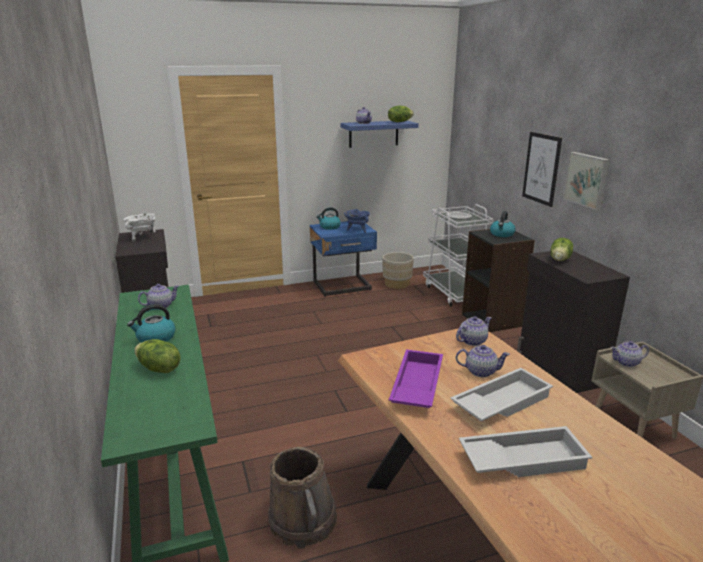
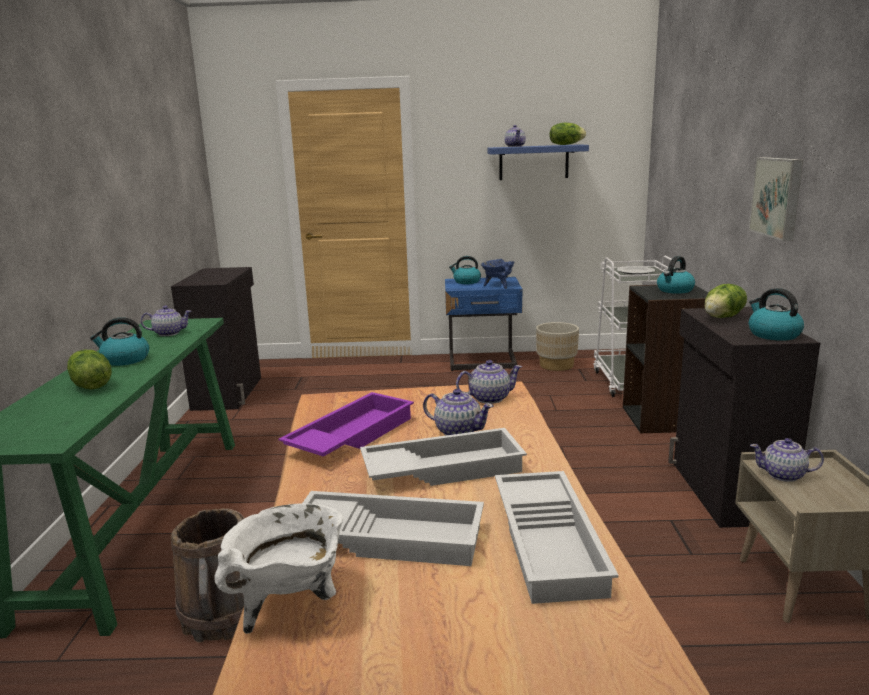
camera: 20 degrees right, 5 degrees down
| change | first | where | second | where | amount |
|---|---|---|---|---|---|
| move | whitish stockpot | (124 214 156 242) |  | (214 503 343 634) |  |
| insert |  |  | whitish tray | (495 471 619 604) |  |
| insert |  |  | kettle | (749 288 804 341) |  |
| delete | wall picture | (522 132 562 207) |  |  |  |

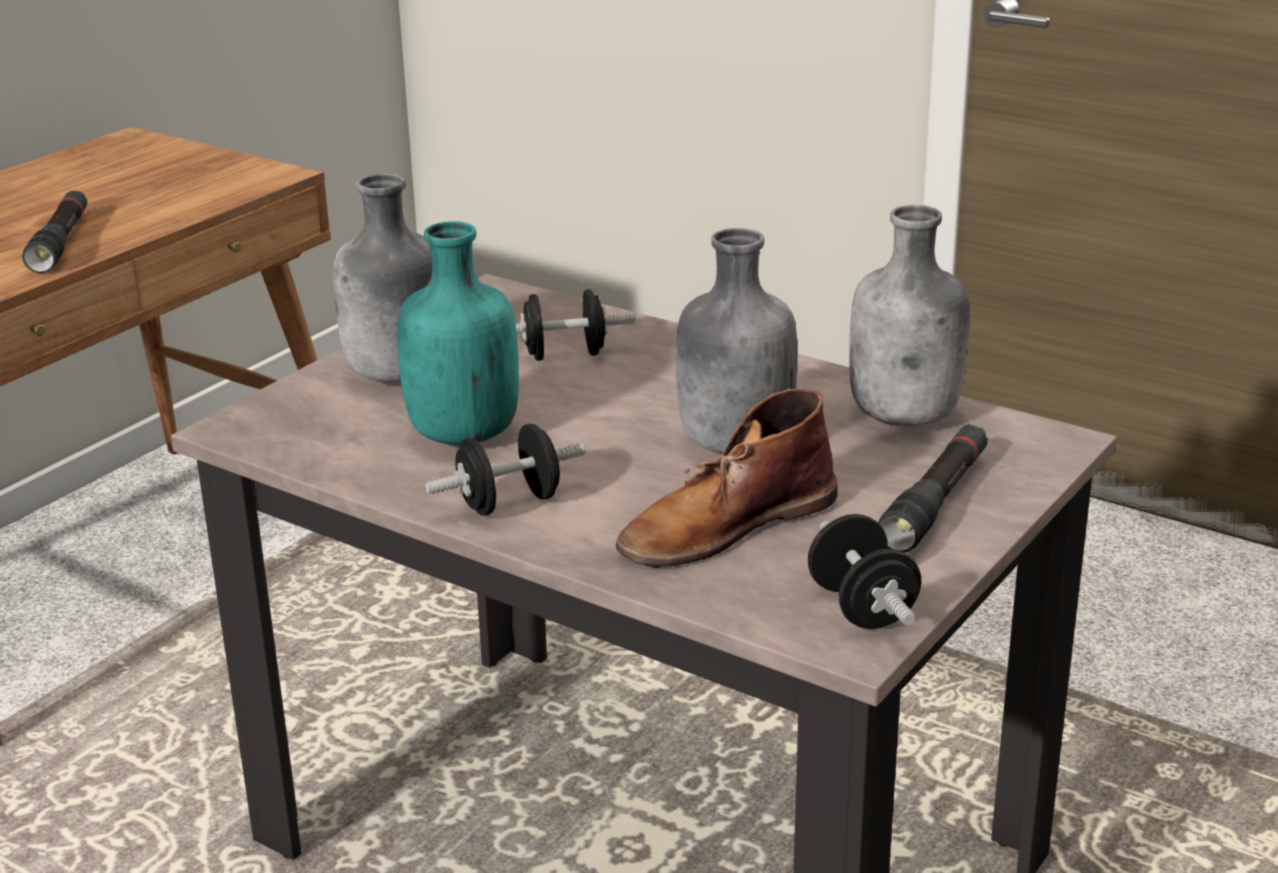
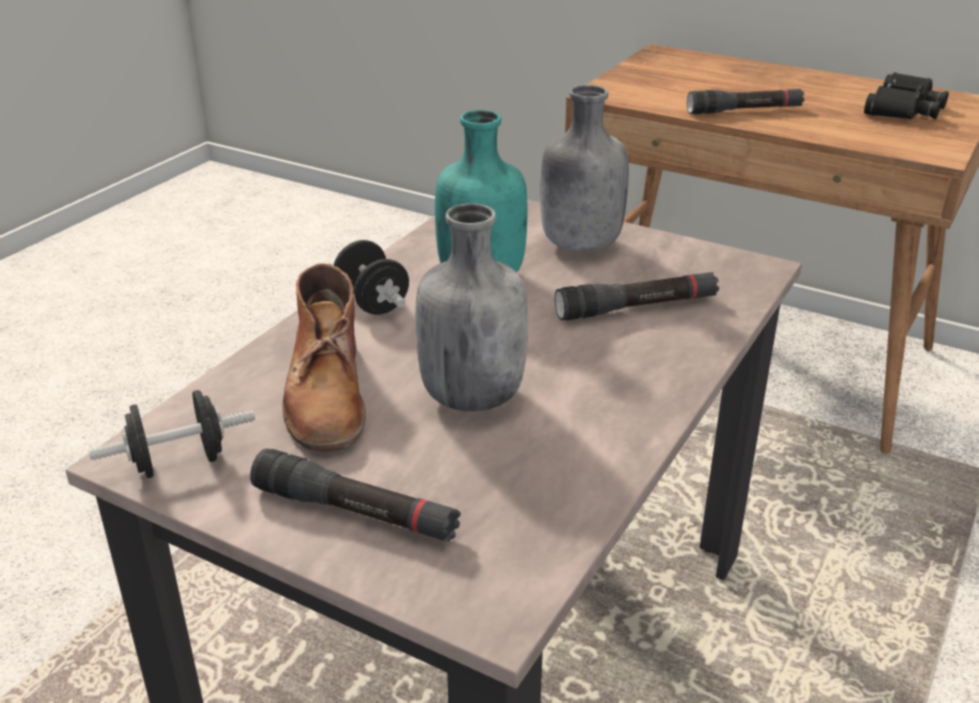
camera: 85 degrees right, 5 degrees up
| change | first | where | second | where | amount |
|---|---|---|---|---|---|
| rotate | brown-coloured high-top boot | (616 388 838 568) |  | (282 263 365 451) | 150 degrees counterclockwise |
| replace | black free weight | (516 289 635 361) | black torch | (555 272 719 320) |  |
| insert |  |  | black field glasses | (864 72 949 119) |  |
| delete | grey drink bottle | (849 205 970 427) |  |  |  |

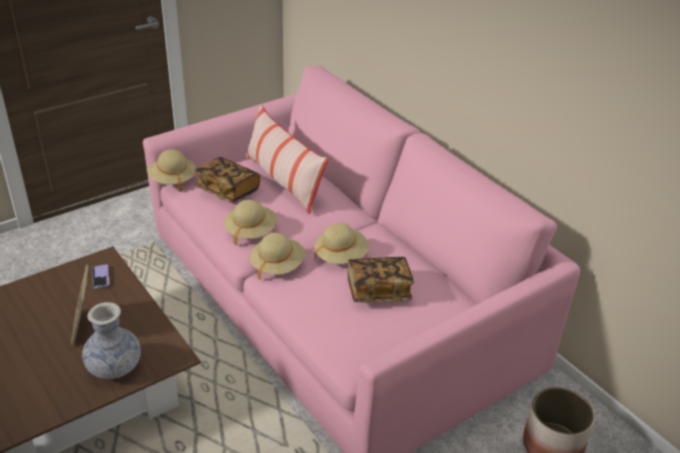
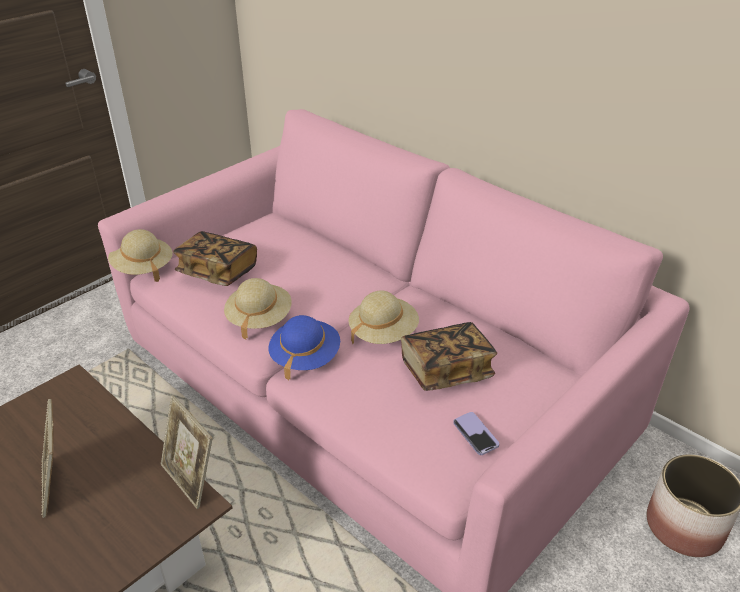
camera: 10 degrees left, 0 degrees up
| change | first | where | second | where | amount |
|---|---|---|---|---|---|
| insert |  |  | photo frame | (161 395 212 509) |  |
| recolor | sand-coloured hat | (249 233 305 280) | bluish hat | (269 315 340 380) |  |
| move | telephone | (92 264 110 289) |  | (453 412 499 455) |  |
| delete | vase | (82 302 141 379) |  |  |  |
| delete | pillow | (245 105 328 214) |  |  |  |

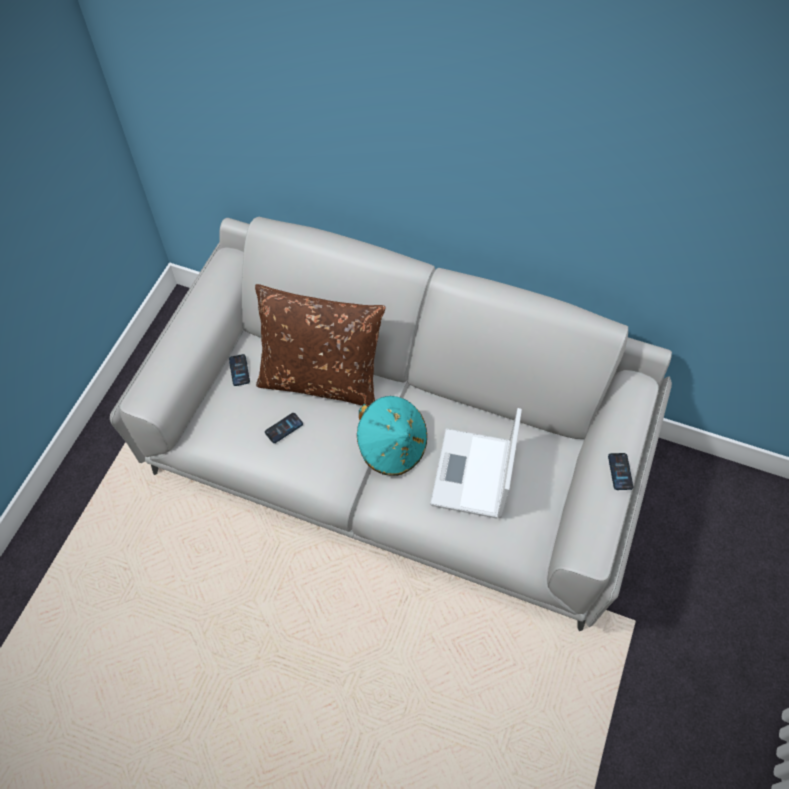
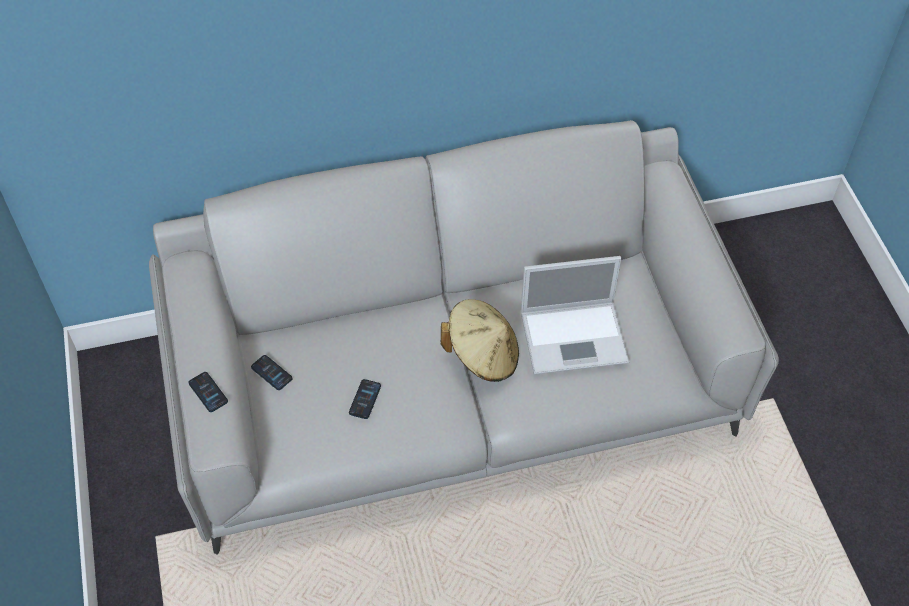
camera: 35 degrees left, 5 degrees down
| change | first | where | second | where | amount |
|---|---|---|---|---|---|
| move | telephone | (608 453 633 490) |  | (188 372 228 412) |  |
| recolor | blue-green hat | (357 396 427 476) | sand-coloured hat | (441 299 519 382) |  |
| rotate | notebook computer | (430 408 522 519) |  | (521 256 629 375) | 75 degrees counterclockwise |
| delete | brown-coloured pillow | (255 284 386 406) |  |  |  |

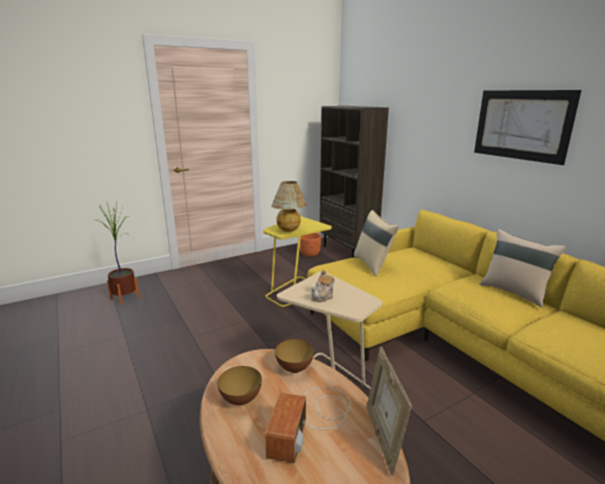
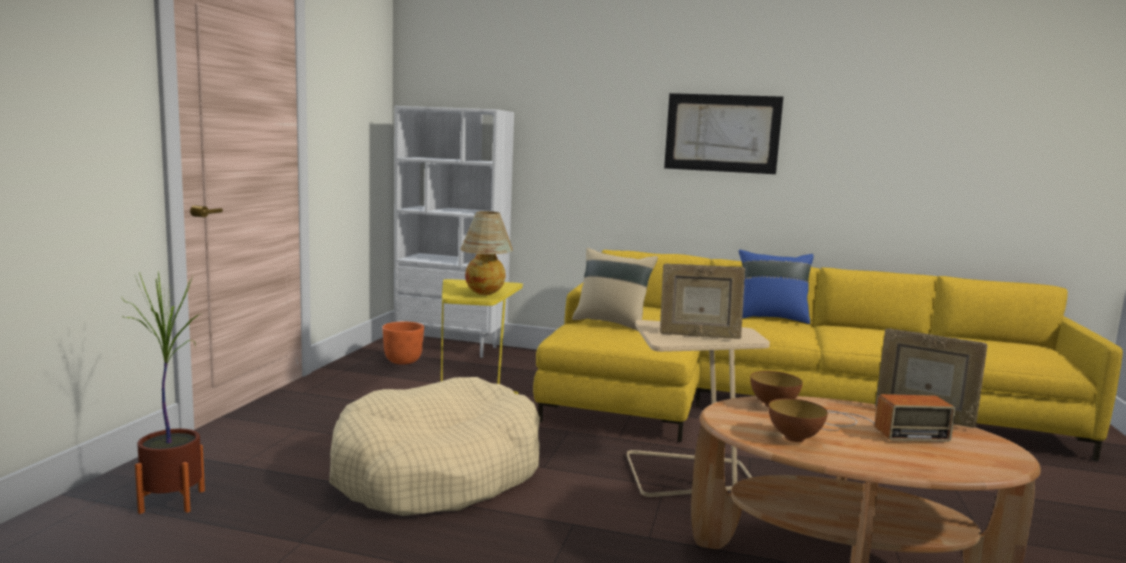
camera: 45 degrees left, 10 degrees down
| change | first | where | second | where | amount |
|---|---|---|---|---|---|
| insert |  |  | sand-coloured dog cushion | (329 377 540 516) |  |
| recolor | brown-coloured shelving unit | (320 106 389 258) | whitish shelving unit | (394 106 514 358) |  |
| replace | pot for tea | (311 270 335 302) | photo frame | (660 263 745 339) |  |
| recolor | sand-coloured pillow | (480 229 566 308) | bluish pillow | (739 250 814 324) |  |
| rotate | radio set | (265 387 351 463) |  | (821 394 956 442) | 60 degrees counterclockwise |

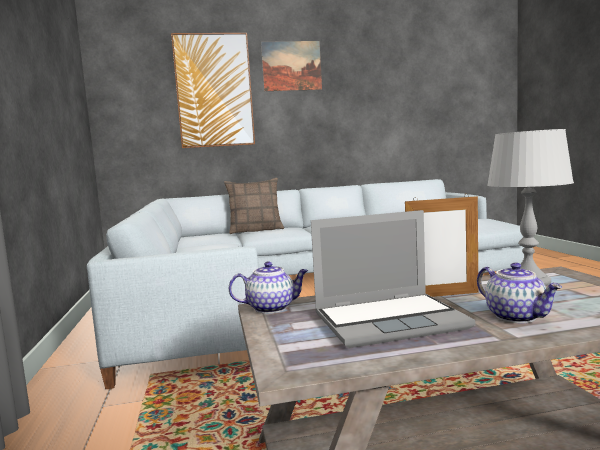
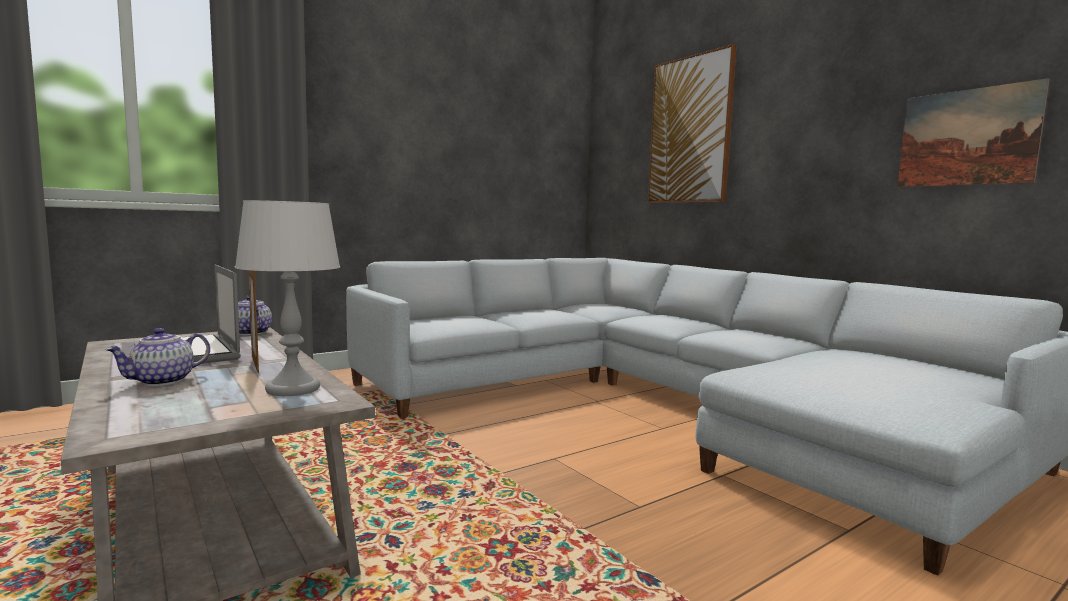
camera: 65 degrees right, 0 degrees up
| change | first | where | second | where | amount |
|---|---|---|---|---|---|
| move | wall picture | (261 41 322 91) |  | (897 78 1050 187) |  |
| delete | pillow | (224 178 284 234) |  |  |  |

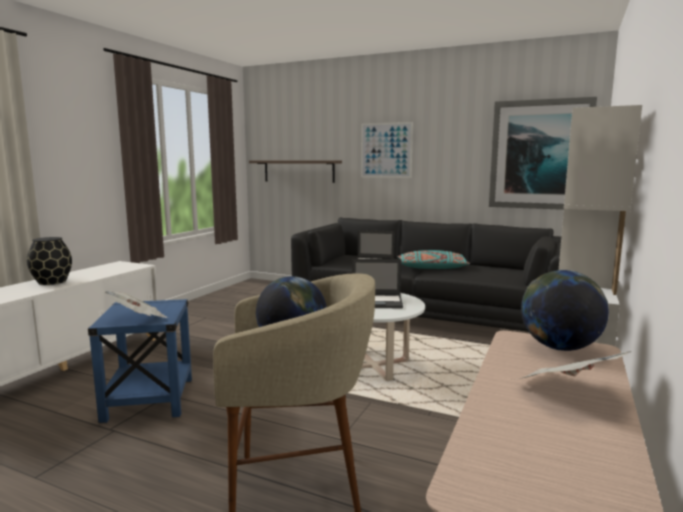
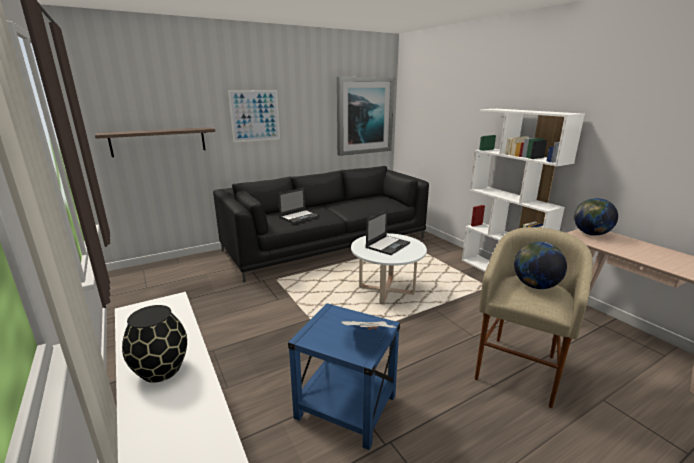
camera: 55 degrees left, 10 degrees up
| change | first | where | second | where | amount |
|---|---|---|---|---|---|
| delete | blue-green pillow | (397 250 470 269) |  |  |  |
| delete | newspaper | (519 351 632 379) |  |  |  |

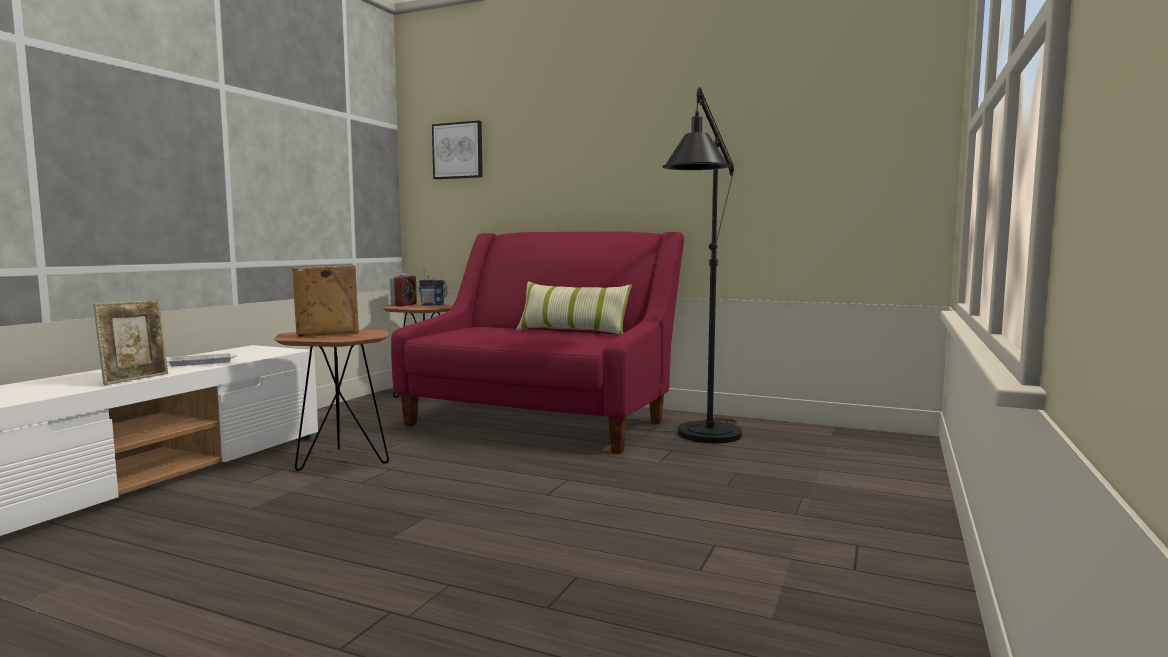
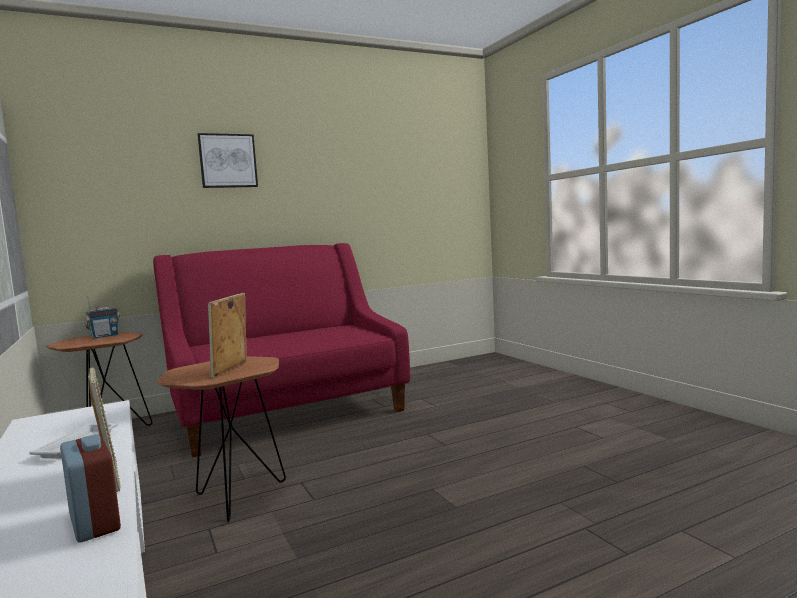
camera: 50 degrees left, 0 degrees up
| change | first | where | second | where | amount |
|---|---|---|---|---|---|
| move | table clock | (390 273 417 306) |  | (60 434 121 543) |  |
| move | wall picture | (432 121 483 179) |  | (197 133 258 188) |  |
| delete | pillow | (516 282 632 335) |  |  |  |
| delete | black standing lamp | (662 87 742 443) |  |  |  |

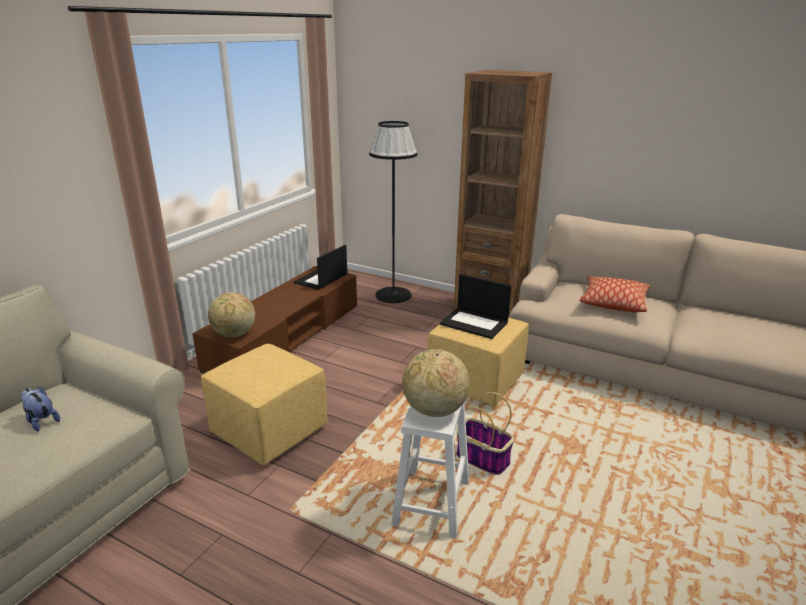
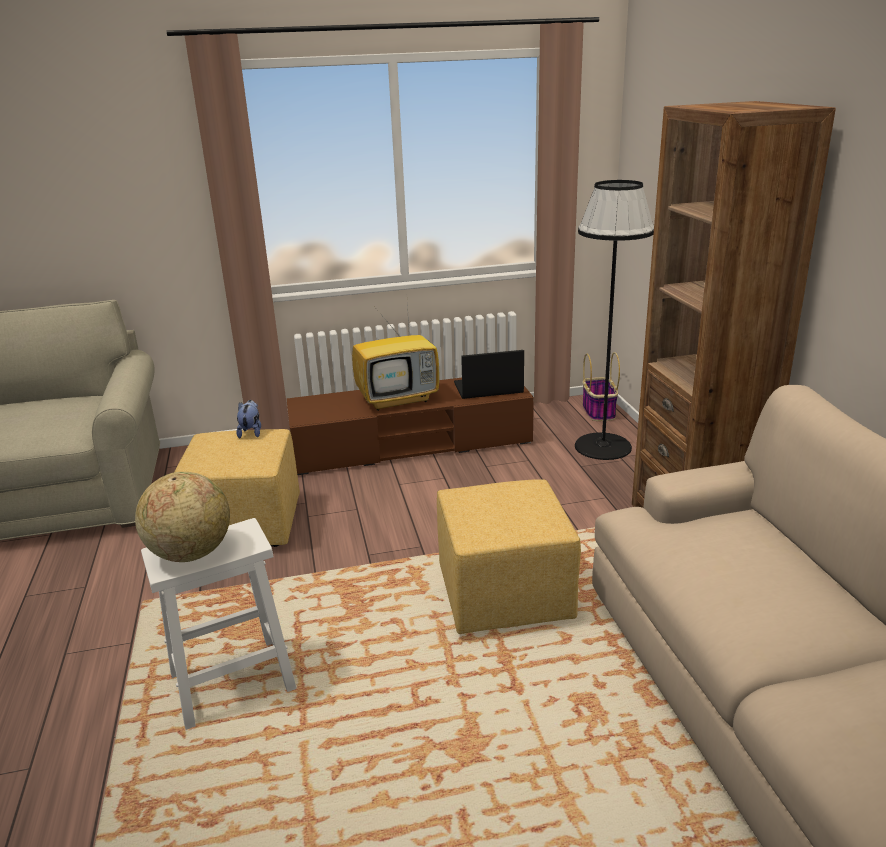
camera: 50 degrees right, 0 degrees up
| change | first | where | second | where | amount |
|---|---|---|---|---|---|
| move | soft toy | (20 386 60 431) |  | (236 400 261 438) |  |
| insert |  |  | TV set | (352 303 439 411) |  |
| move | household basket | (456 392 514 475) |  | (583 352 620 421) |  |
| delete | globe | (208 292 255 337) |  |  |  |
| delete | notebook computer | (440 274 511 339) |  |  |  |
| delete | pillow | (579 276 650 312) |  |  |  |

